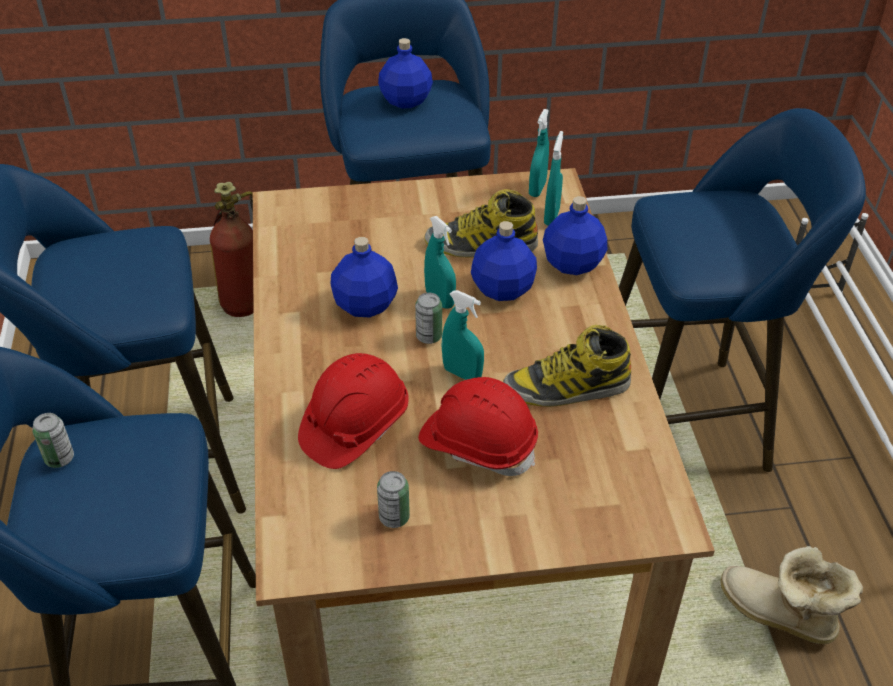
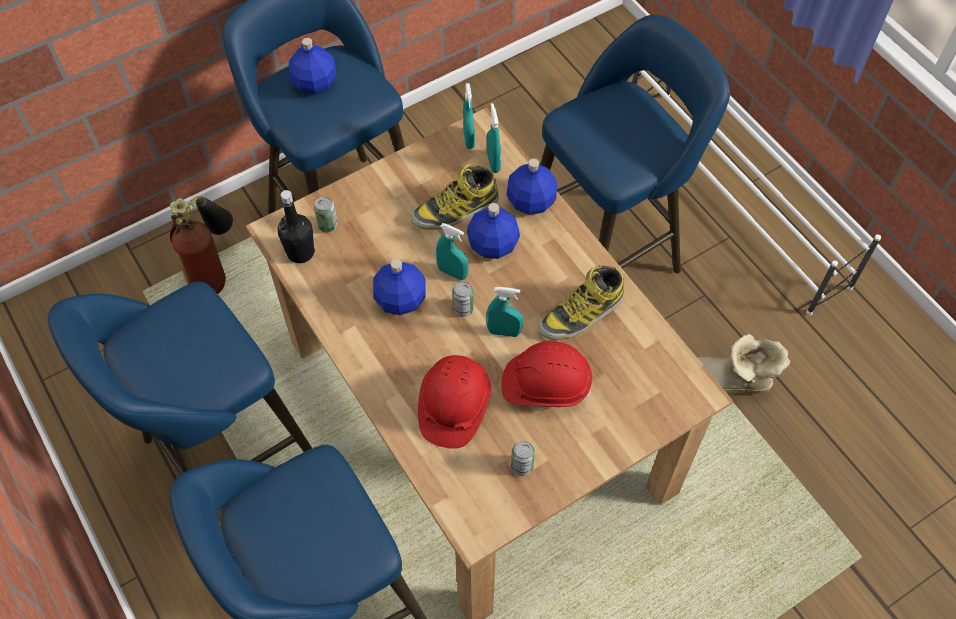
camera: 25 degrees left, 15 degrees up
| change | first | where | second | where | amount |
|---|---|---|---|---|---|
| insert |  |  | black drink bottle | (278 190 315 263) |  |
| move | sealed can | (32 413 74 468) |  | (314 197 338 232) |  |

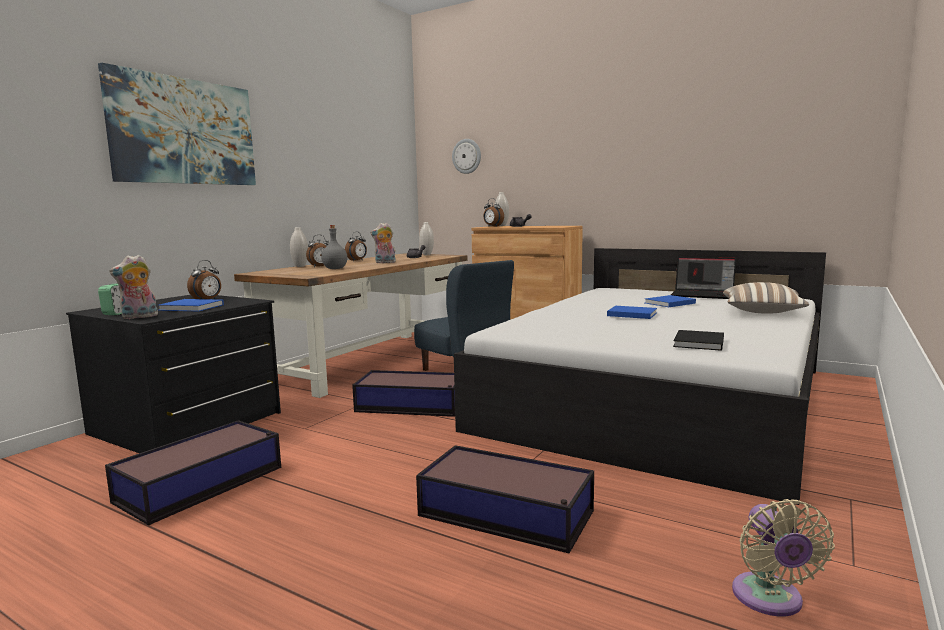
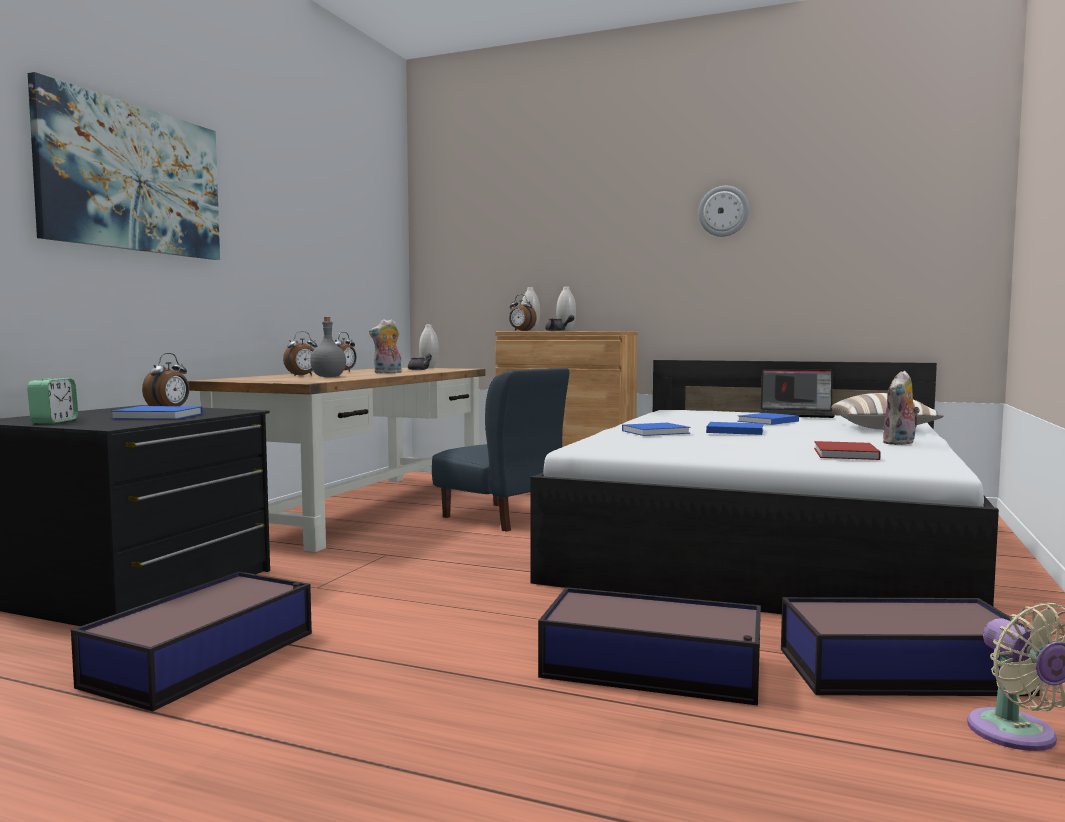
camera: 10 degrees left, 5 degrees down
| change | first | where | second | where | amount |
|---|---|---|---|---|---|
| move | whitish vase | (290 227 308 267) |  | (556 287 576 331) |  |
| insert |  |  | bluish bound book | (622 423 690 436) |  |
| move | clock on the wall | (452 139 481 174) |  | (698 186 749 237) |  |
| move | storage box | (352 370 455 417) |  | (781 597 1040 696) |  |
| recolor | black bound book | (673 330 724 351) | red-coloured bound book | (814 441 881 460) |  |
| move | soft toy | (109 255 158 319) |  | (883 371 920 445) |  |

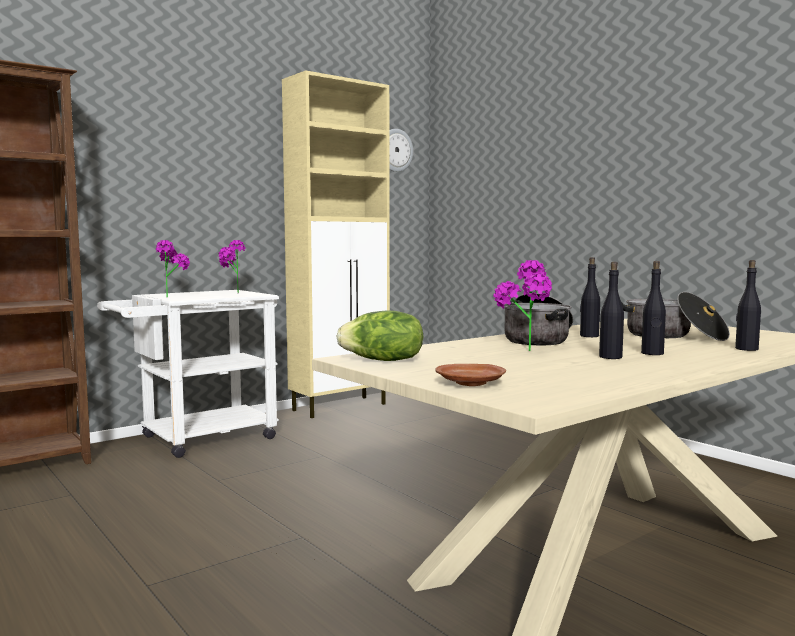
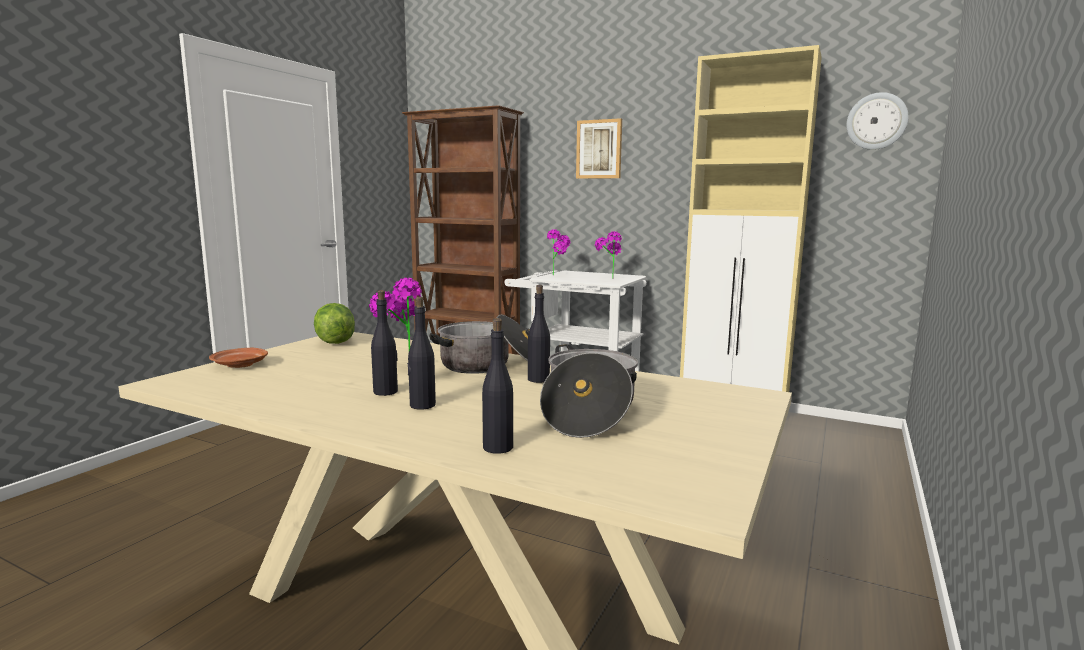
camera: 65 degrees right, 5 degrees up
| change | first | where | second | where | amount |
|---|---|---|---|---|---|
| insert |  |  | wall picture | (576 118 622 179) |  |

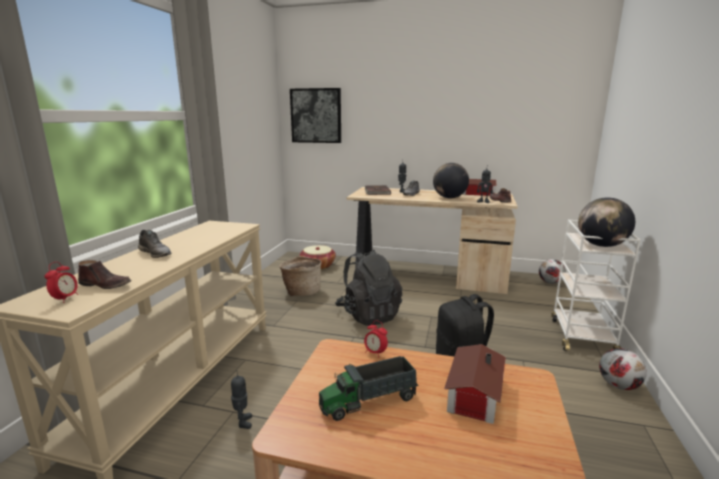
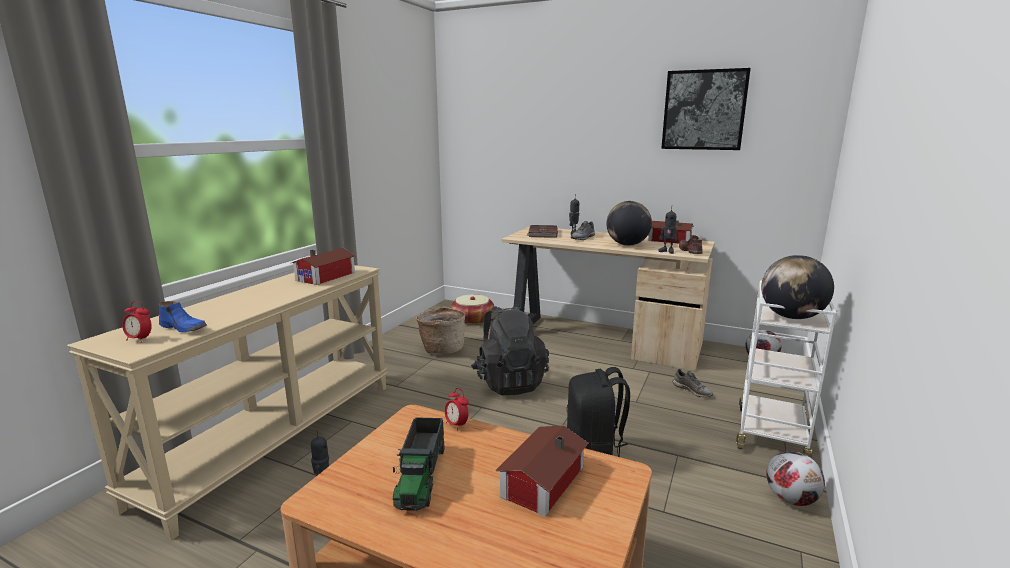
camera: 10 degrees right, 0 degrees up
| change | first | where | second | where | amount |
|---|---|---|---|---|---|
| rotate | table clock | (44 262 79 303) |  | (122 301 152 343) | 90 degrees clockwise |
| recolor | brown-coloured low shoe | (78 260 131 289) | bluish low shoe | (159 301 207 332) |  |
| insert |  |  | model house | (292 248 356 285) |  |
| rotate | toy truck | (319 356 419 421) |  | (393 417 445 511) | 75 degrees counterclockwise |
| move | wall picture | (290 88 341 143) |  | (661 68 751 150) |  |
| move | grey low shoe | (138 230 171 258) |  | (673 369 713 397) |  |

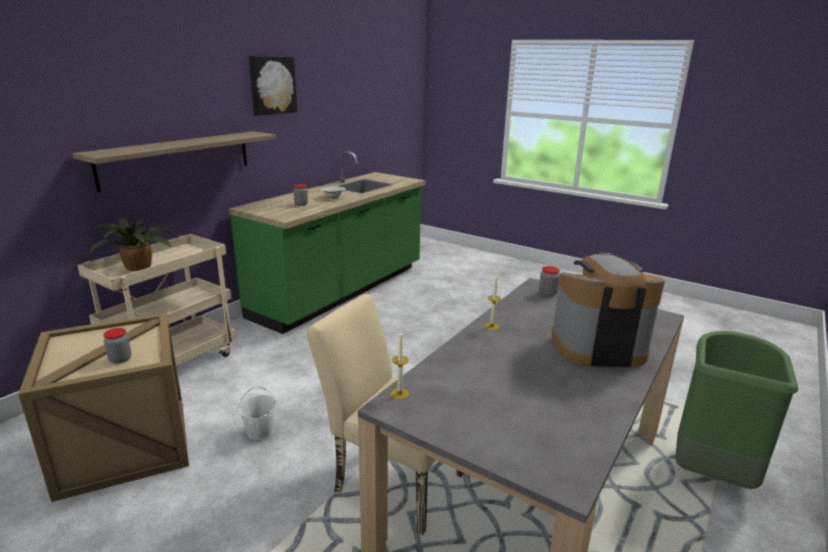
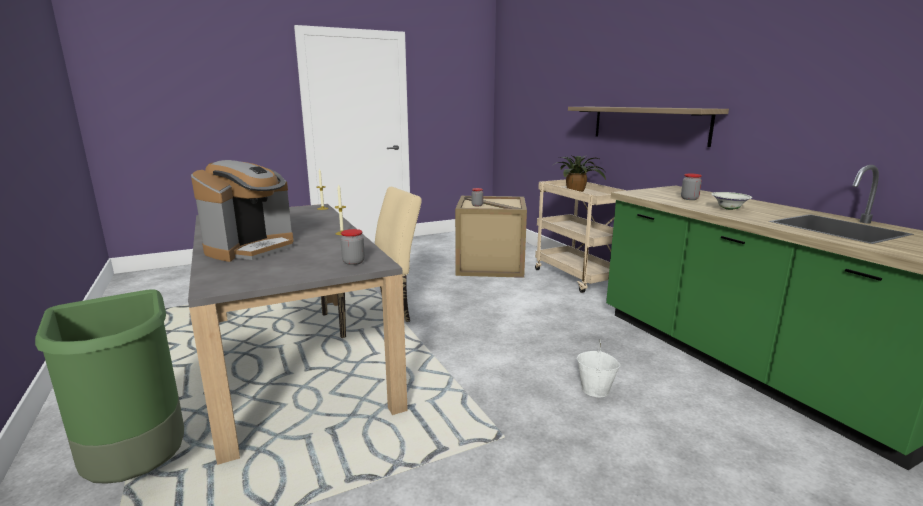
camera: 120 degrees right, 5 degrees down
| change | first | where | second | where | amount |
|---|---|---|---|---|---|
| move | whitish water bucket | (238 386 276 440) |  | (577 339 620 397) |  |
| delete | wall picture | (249 56 297 116) |  |  |  |

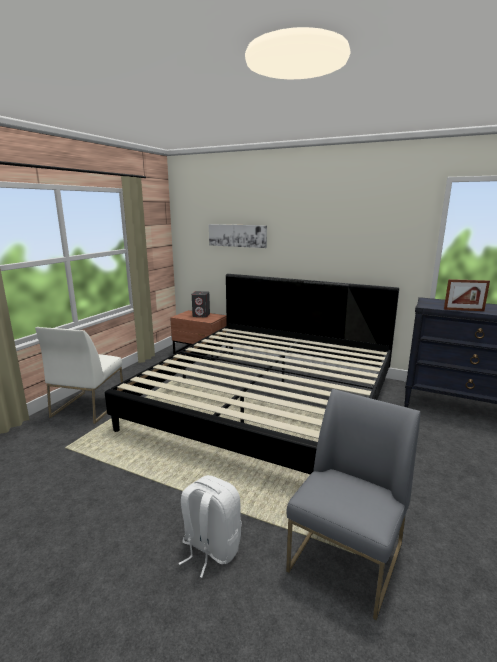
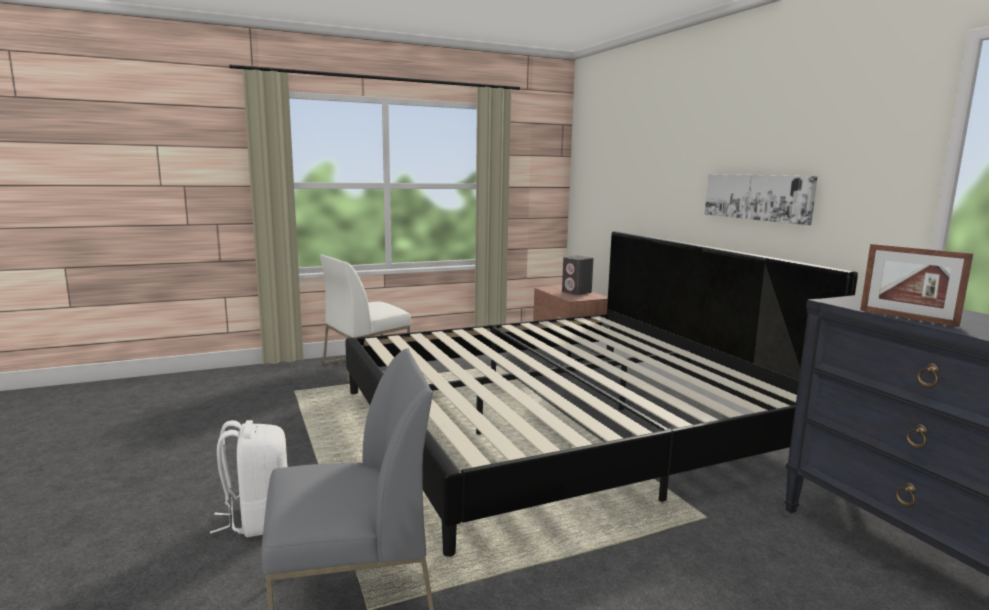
camera: 40 degrees right, 5 degrees down
| change | first | where | second | where | amount |
|---|---|---|---|---|---|
| move | wall picture | (209 224 267 248) |  | (705 174 818 225) |  |

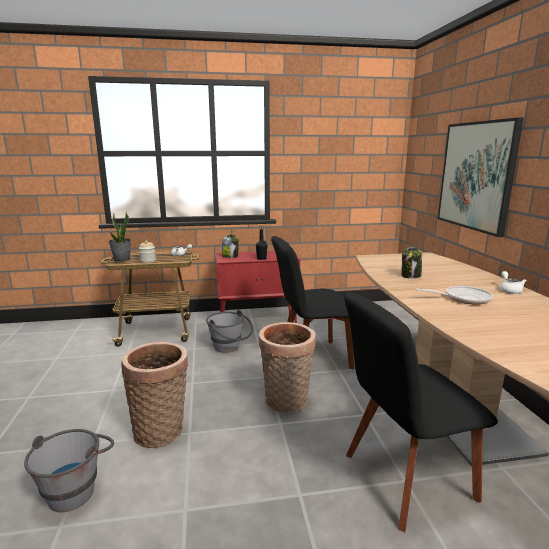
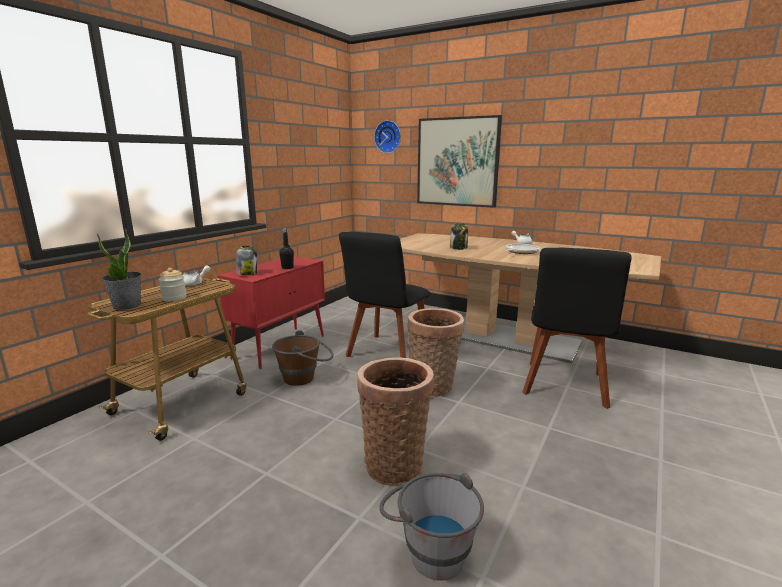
camera: 50 degrees left, 0 degrees up
| change | first | where | second | where | amount |
|---|---|---|---|---|---|
| recolor | grey water bucket | (206 310 253 353) | brown-coloured water bucket | (272 330 333 386) |  |
| insert |  |  | clock on the wall | (374 120 401 153) |  |

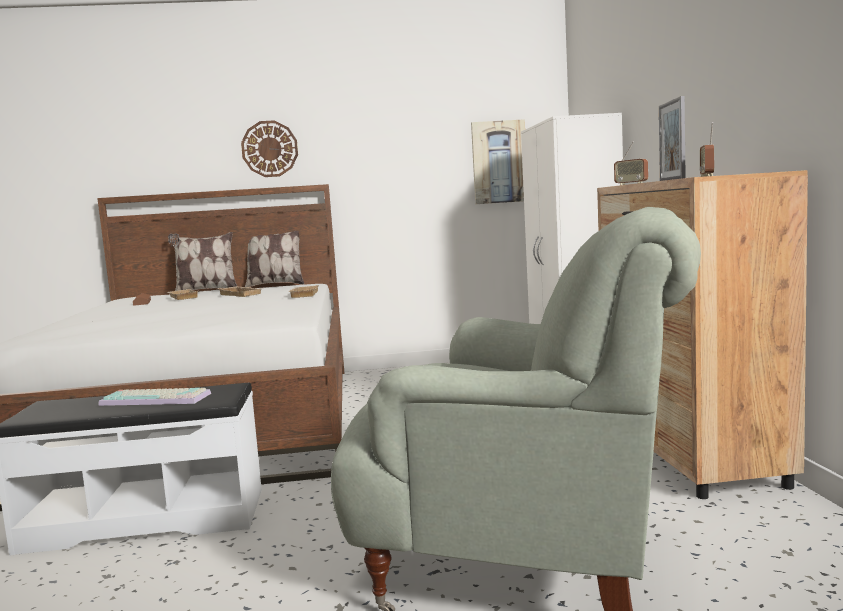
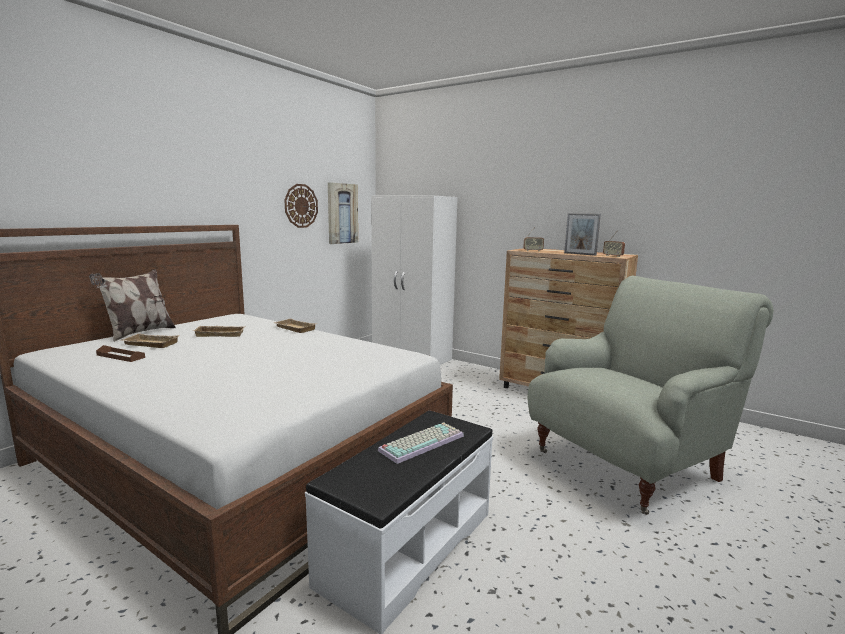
camera: 50 degrees left, 5 degrees up
| change | first | where | second | where | amount |
|---|---|---|---|---|---|
| move | clock on the wall | (241 120 298 177) |  | (284 184 318 228) |  |
| delete | pillow | (245 231 304 287) |  |  |  |

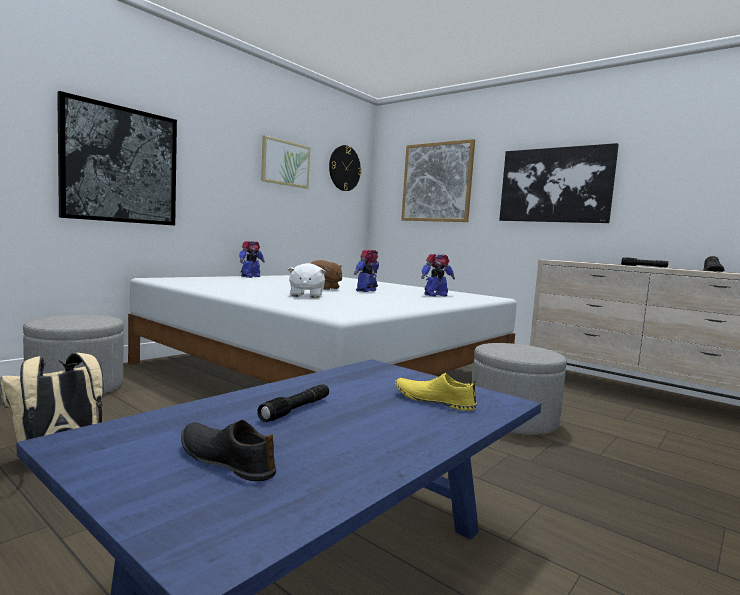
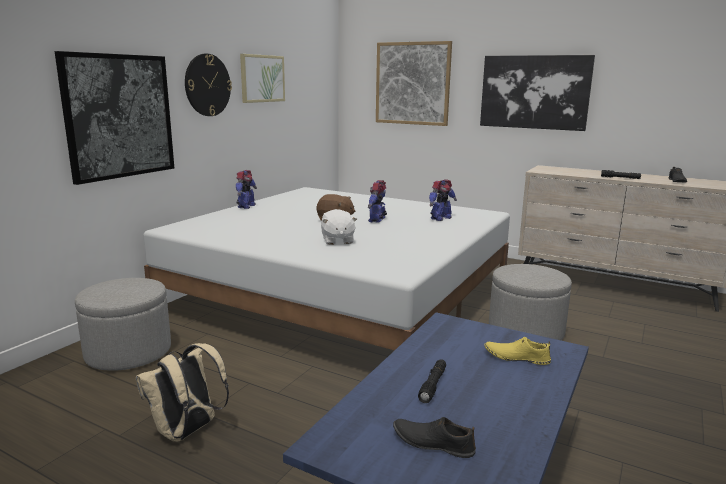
camera: 10 degrees left, 10 degrees up
| change | first | where | second | where | amount |
|---|---|---|---|---|---|
| move | clock on the wall | (329 145 362 191) |  | (185 54 232 116) |  |

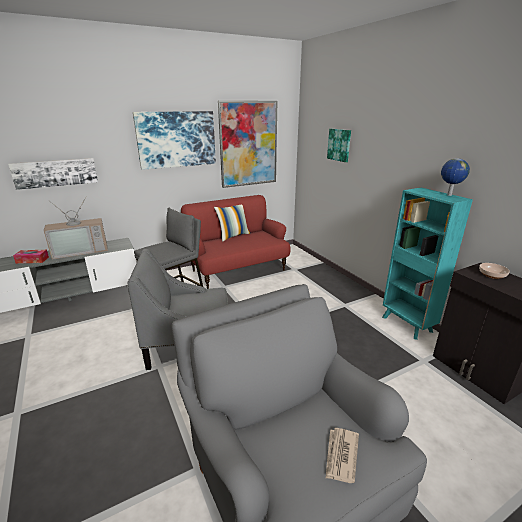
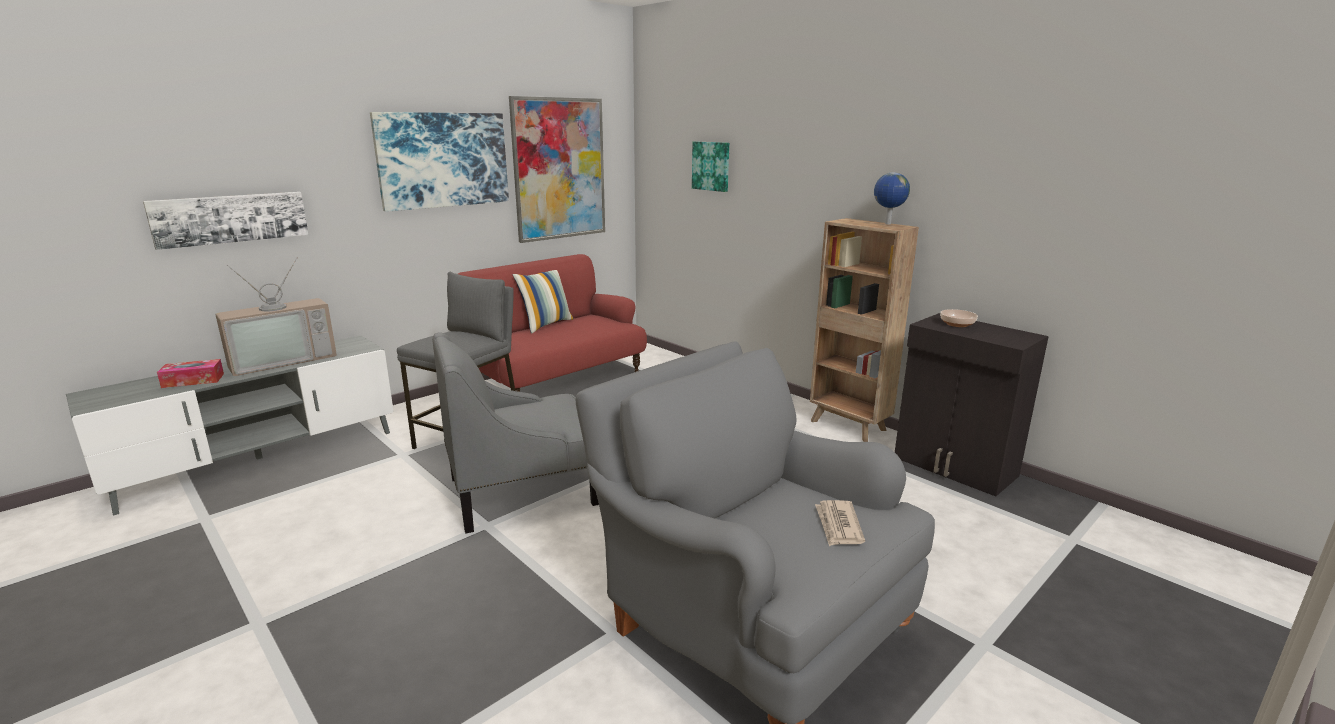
camera: 15 degrees left, 5 degrees down
| change | first | where | second | where | amount |
|---|---|---|---|---|---|
| recolor | blue-green shelving unit | (382 188 473 340) | brown-coloured shelving unit | (810 218 919 442) |  |

